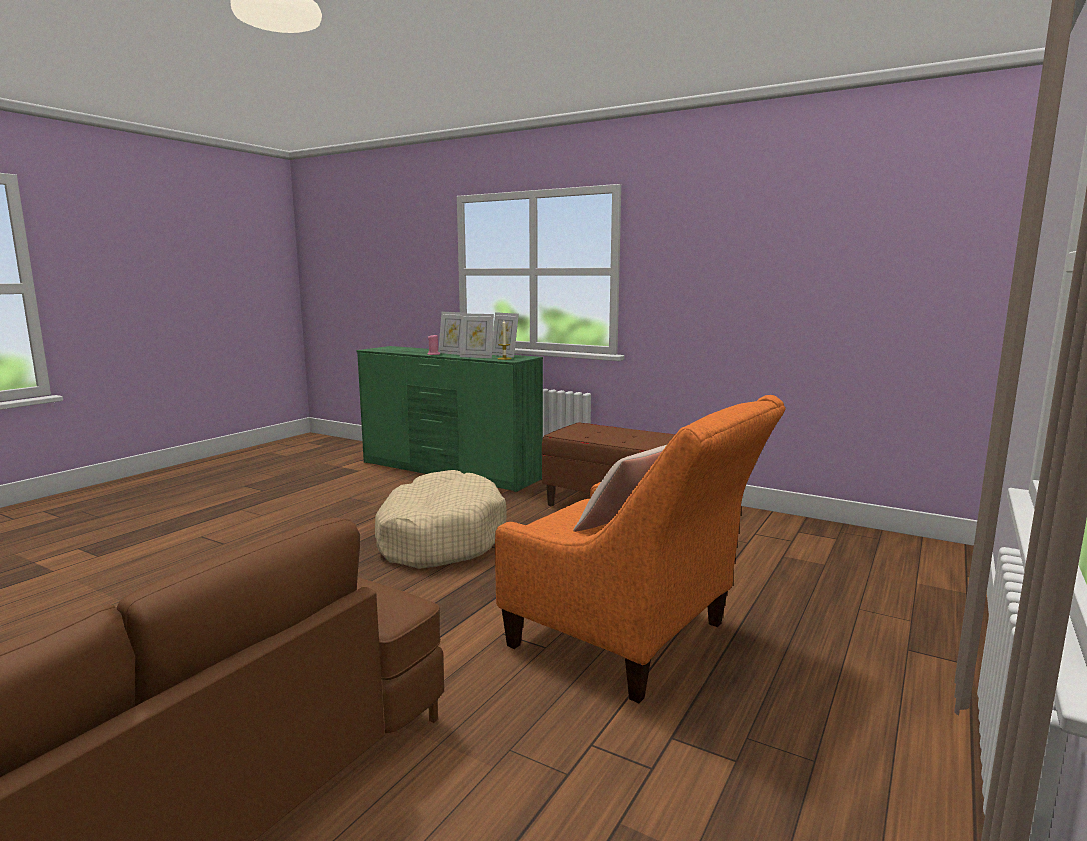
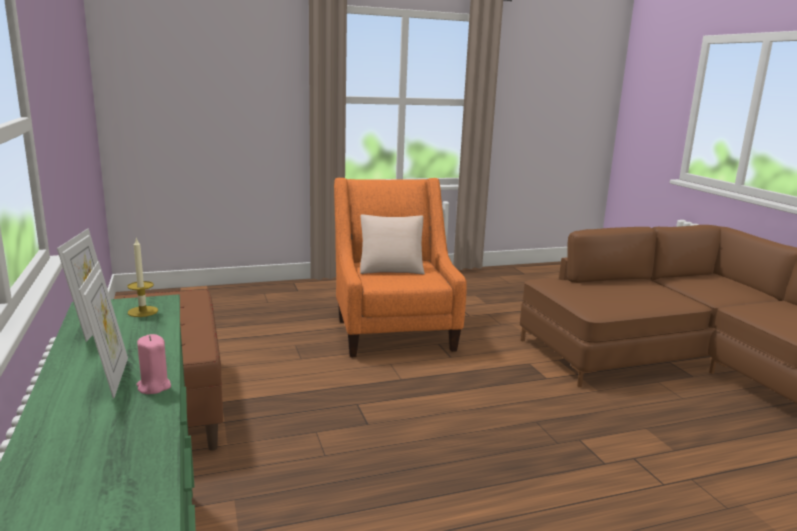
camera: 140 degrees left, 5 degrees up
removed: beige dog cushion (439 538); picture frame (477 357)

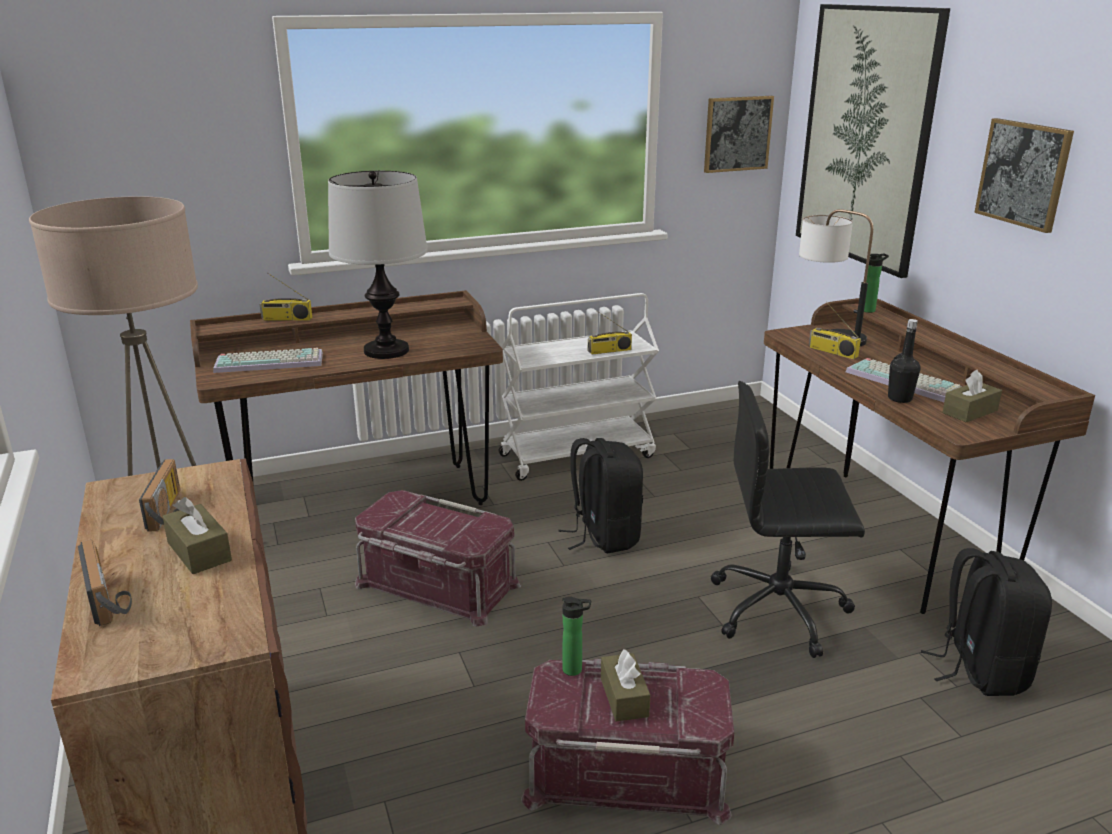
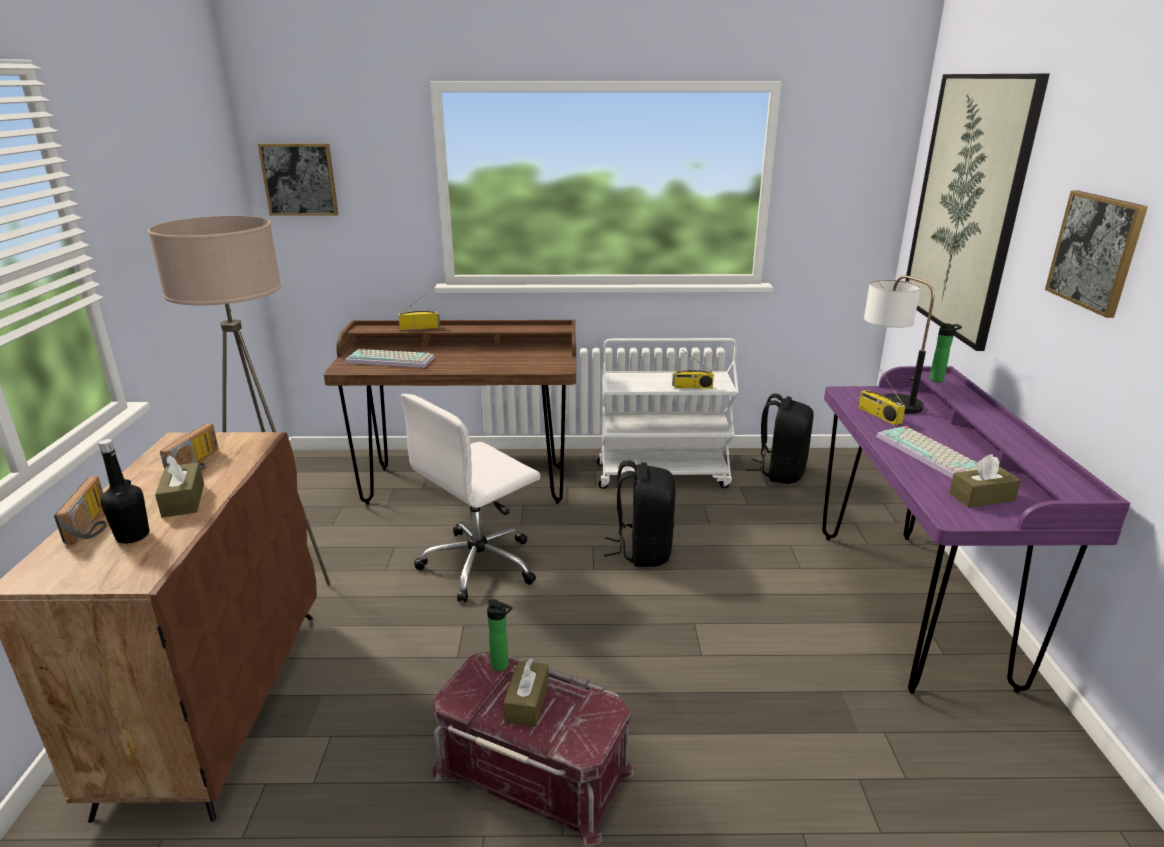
camera: 20 degrees right, 0 degrees up
removed: tabletop lamp (387 350); blackish computer chair (780 609)
moved: picture (737 134) to (299 179); blackish drink bottle (899 398) to (133 536); blackish knapsack (979 669) to (780 472)
replaced: red storage bin (436 585) to white computer chair (480 564)
recoloured: brownish desk (880 536) to purple desk (910 604)
turned: radio (286 319) = (420 327) 150 degrees clockwise

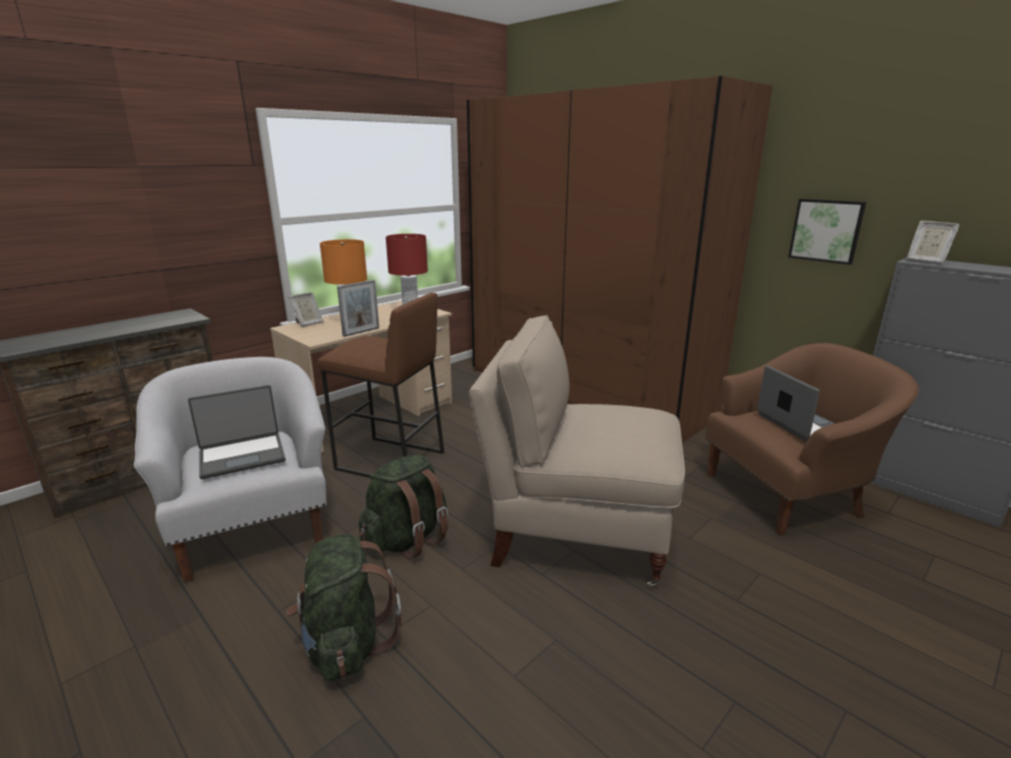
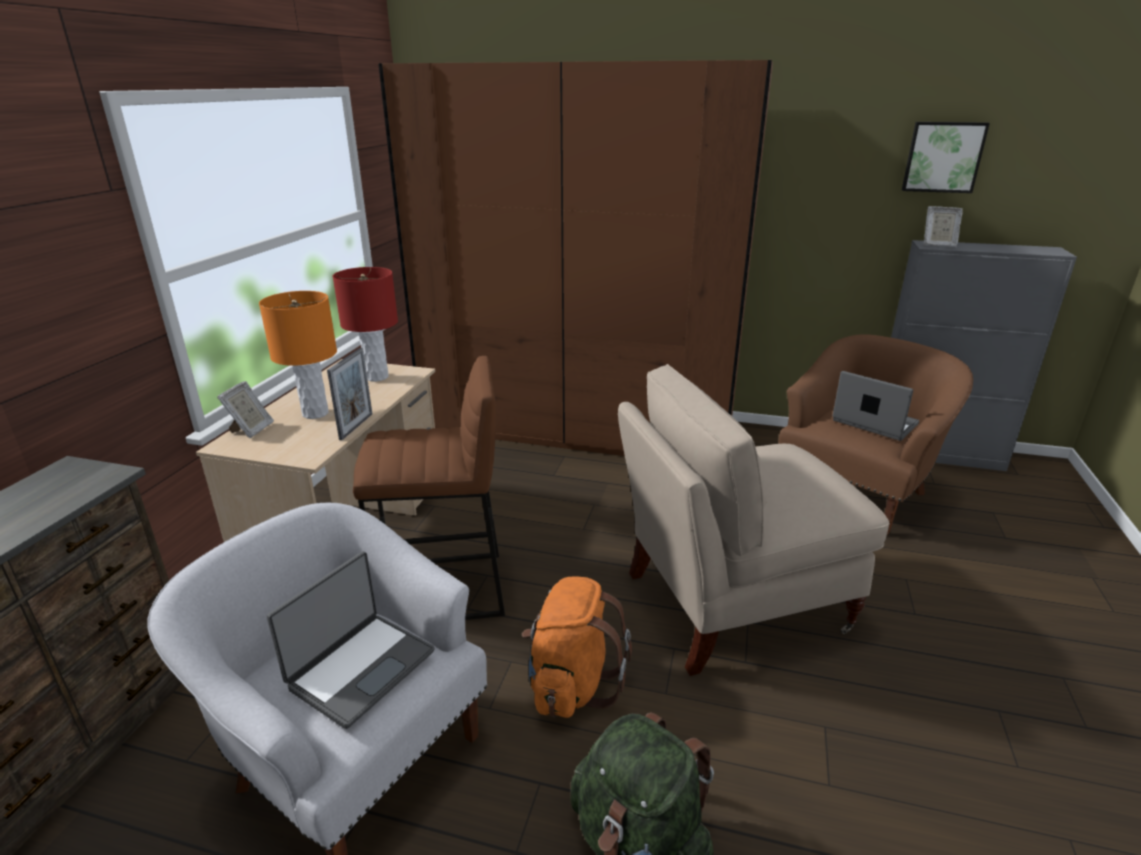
camera: 30 degrees left, 5 degrees up
moved: picture (826 230) to (943 157)
recoloured: greenish knapsack (407 539) to orange-coloured knapsack (571 684)

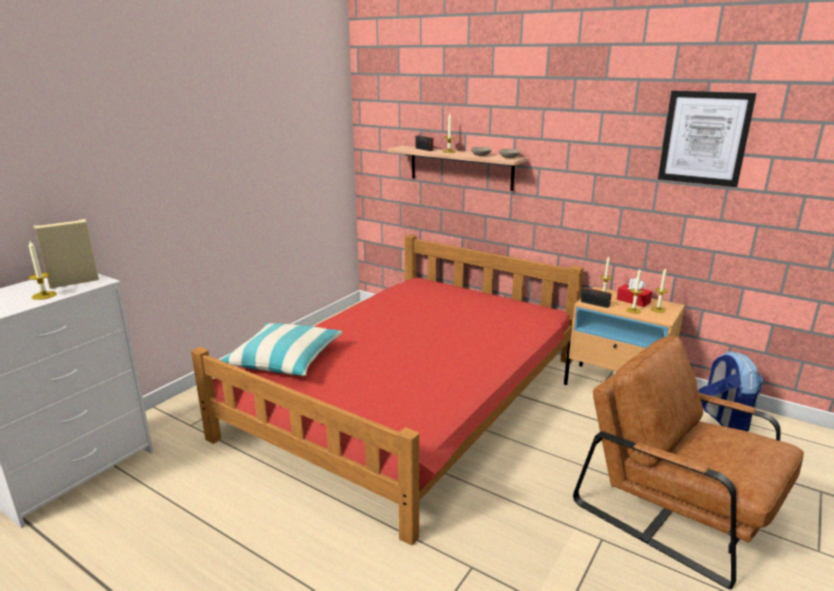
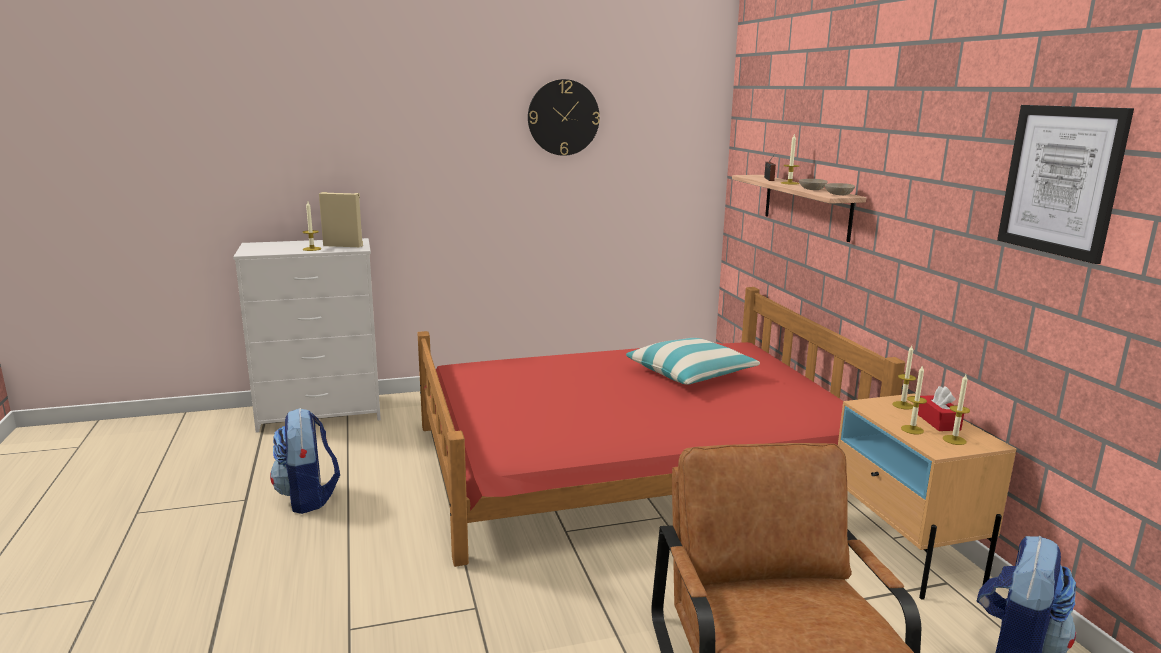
camera: 40 degrees right, 5 degrees down
removed: radio (596 304)
added: knapsack (308 497); hanging clock (563 117)
moved: pillow (285 360) to (690 374)

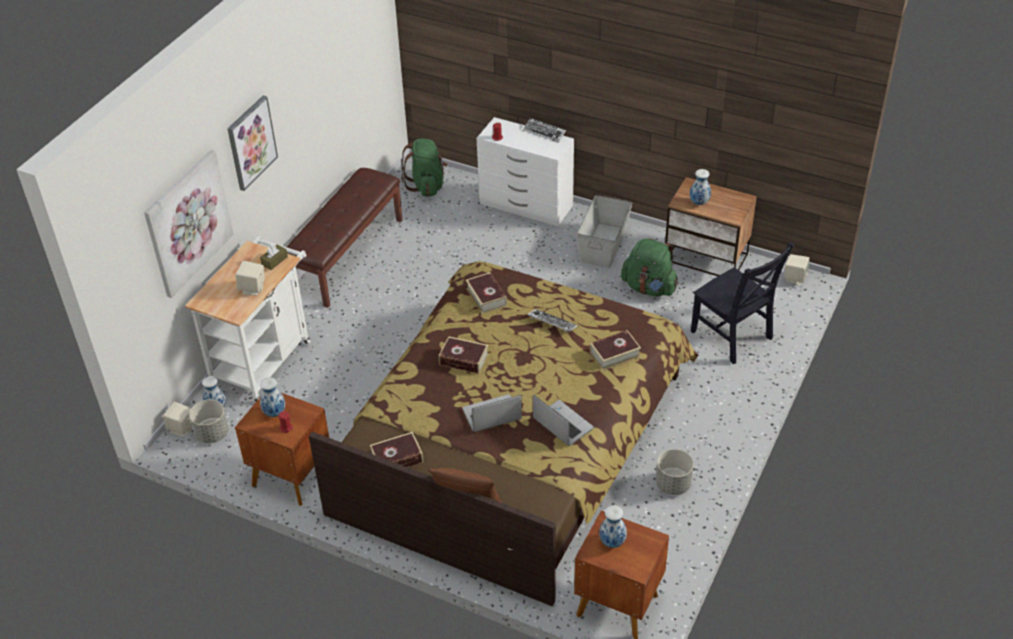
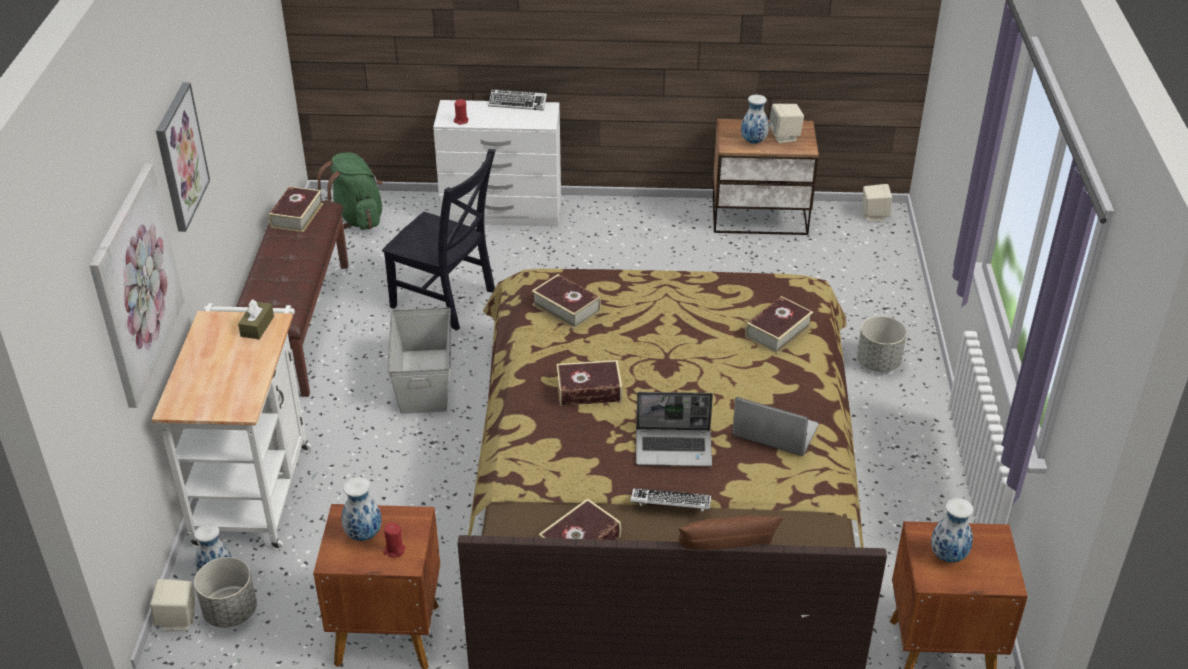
camera: 25 degrees left, 5 degrees down
removed: greenish knapsack (649 288)
added: bound book (297 215)
moved: beige speaker (253 289) to (784 136); PC keyboard (552 323) to (670 503); greyish storage bin (604 245) to (424 380); greyish flower pot (673 484) to (878 363); blackish upright chair (733 337) to (446 300)
turned: notebook computer (491 415) = (674 448) 135 degrees counterclockwise

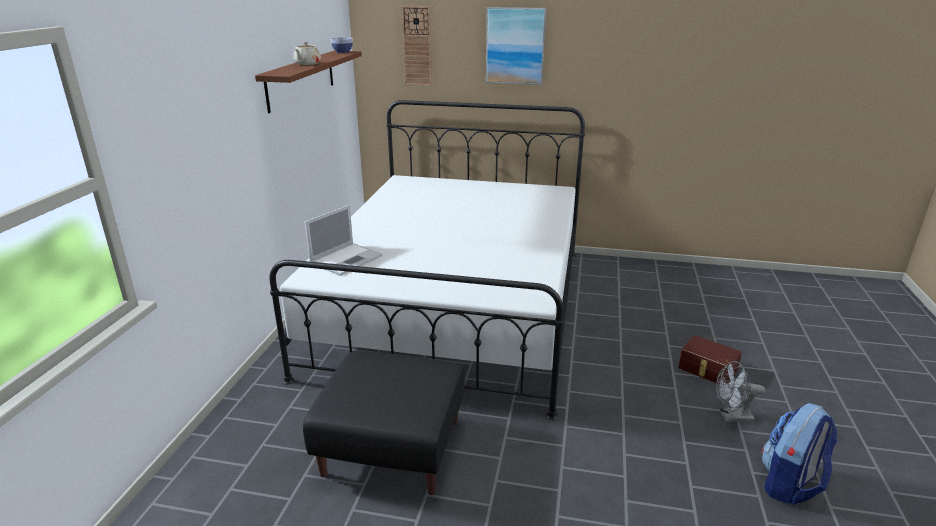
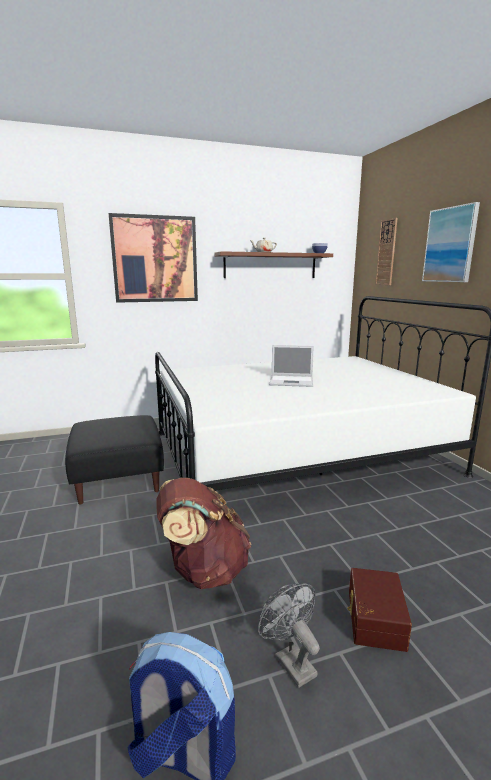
camera: 60 degrees right, 10 degrees down
added: picture (155 259); brownish knapsack (203 570)
moved: notebook computer (347 259) to (292 381)

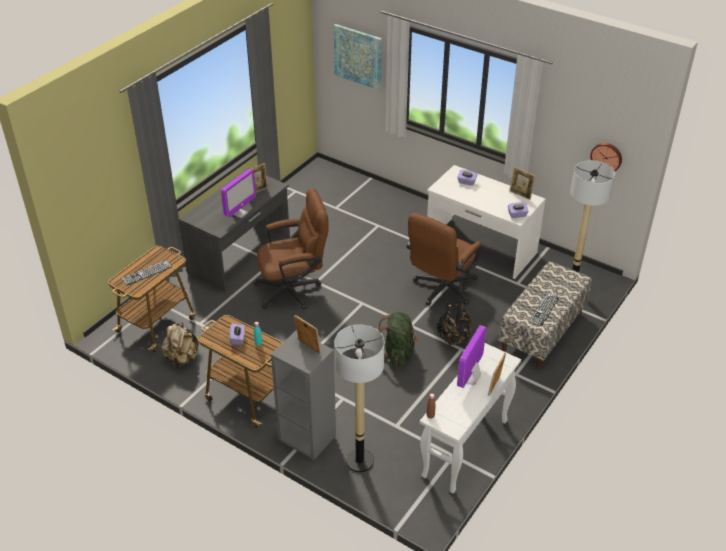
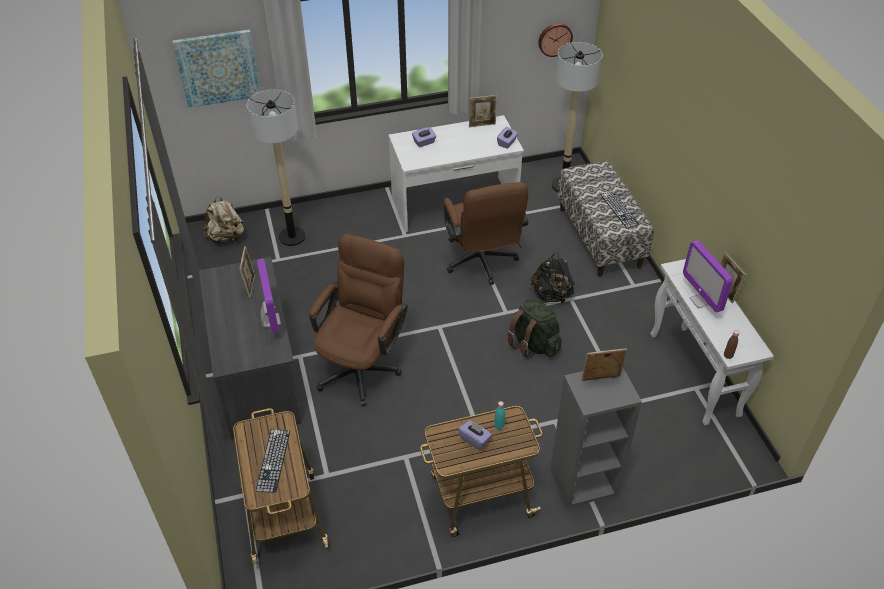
camera: 50 degrees left, 5 degrees up
moved: beige knapsack (182 358) to (226 237); standing lamp (359 461) to (292 237)

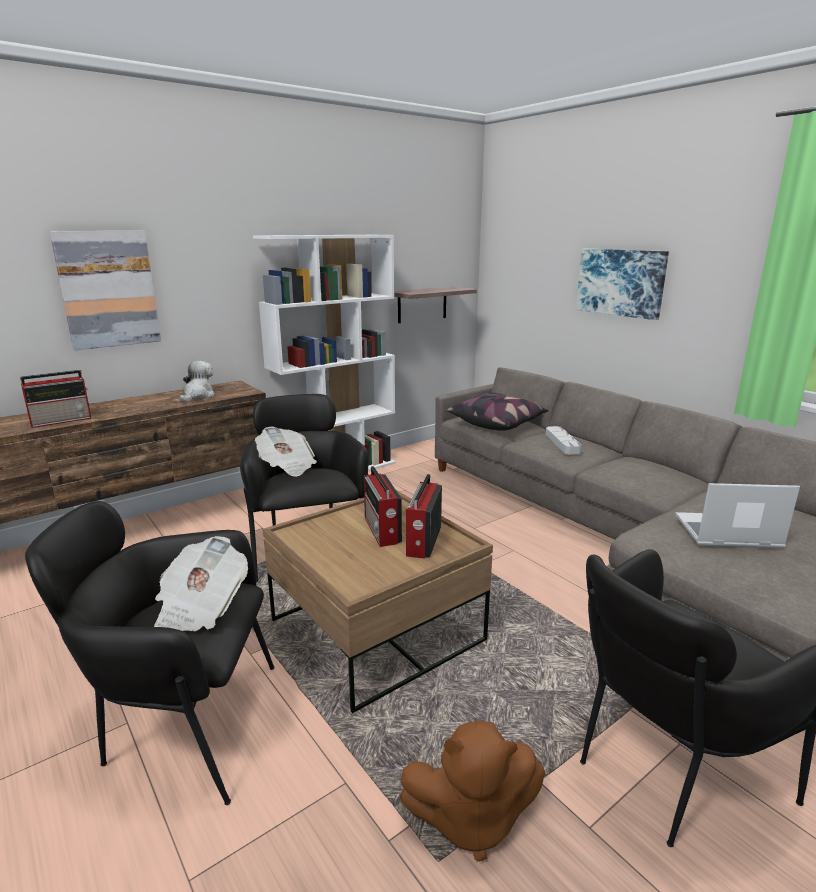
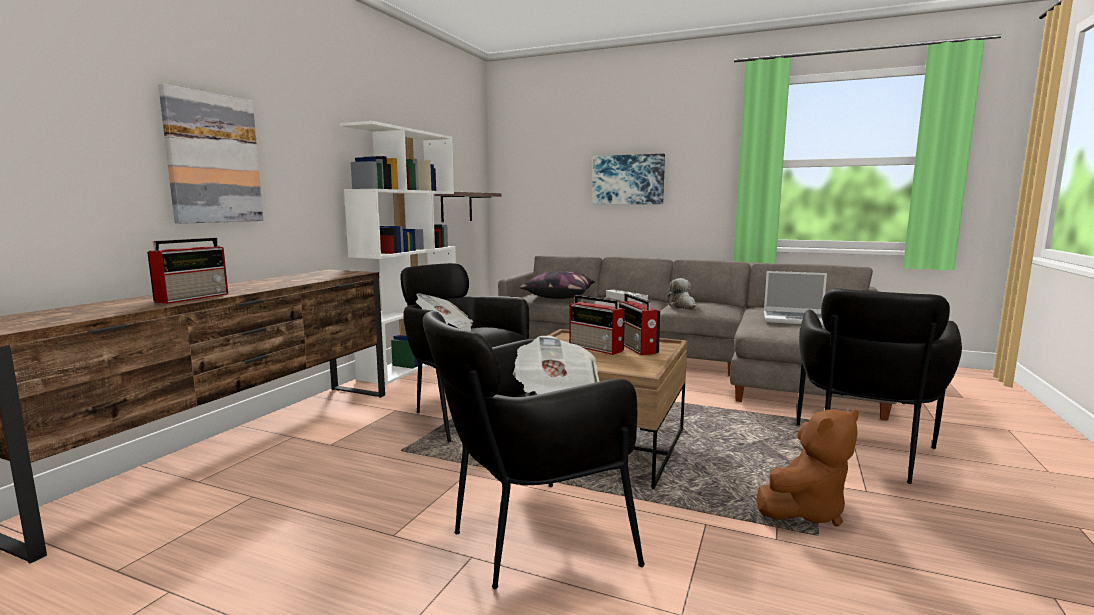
camera: 30 degrees left, 10 degrees down
moved: plush toy (198 396) to (683 307)
turned: notebook computer (726 533) = (795 319) 135 degrees counterclockwise

